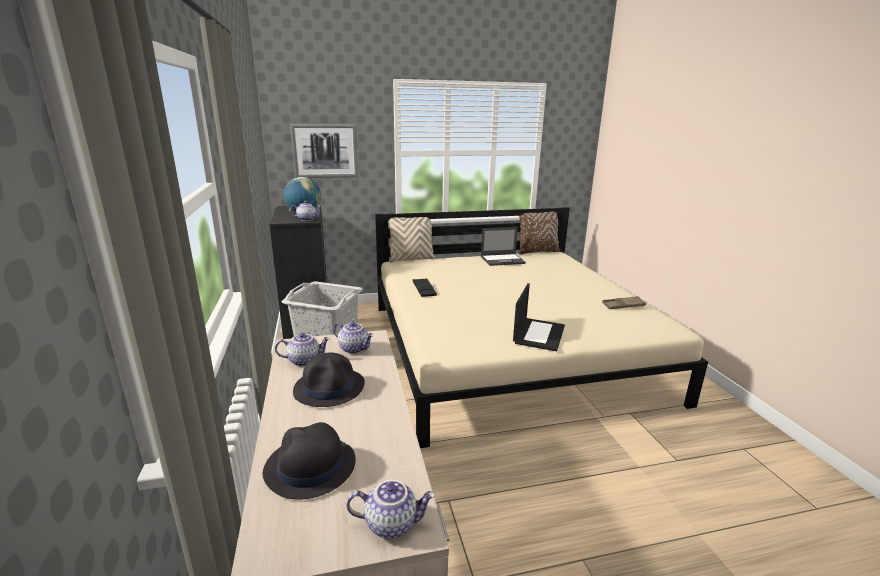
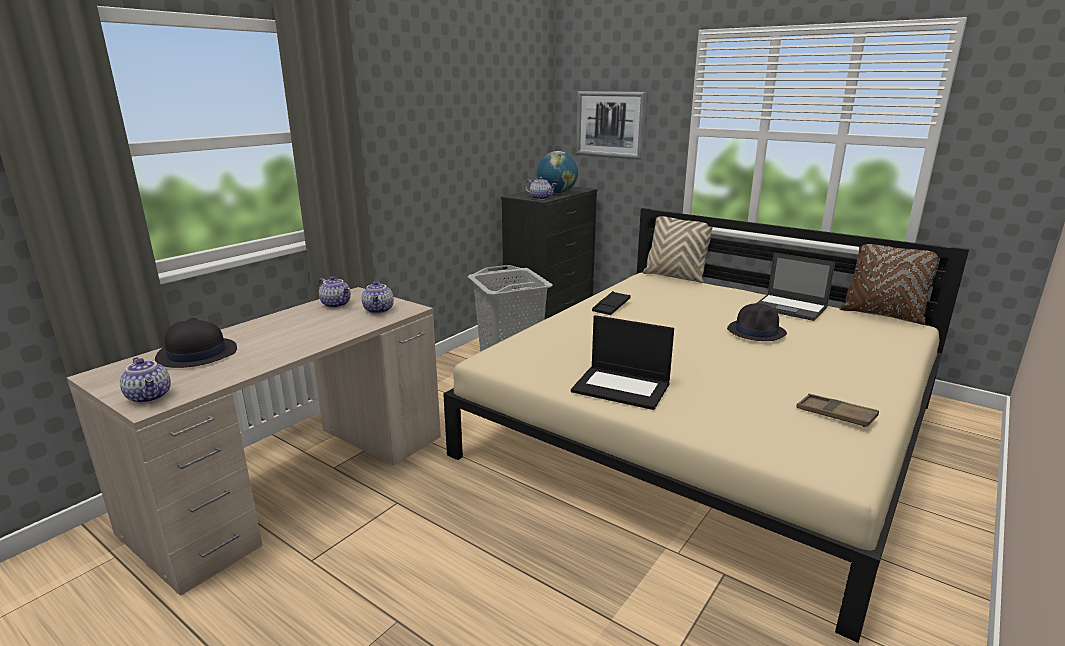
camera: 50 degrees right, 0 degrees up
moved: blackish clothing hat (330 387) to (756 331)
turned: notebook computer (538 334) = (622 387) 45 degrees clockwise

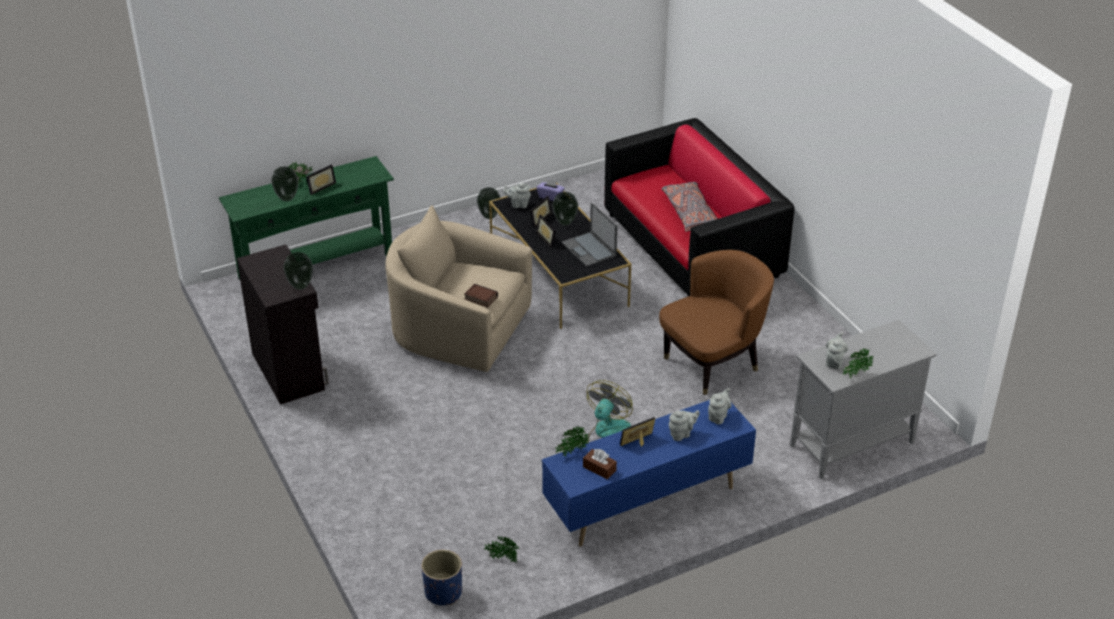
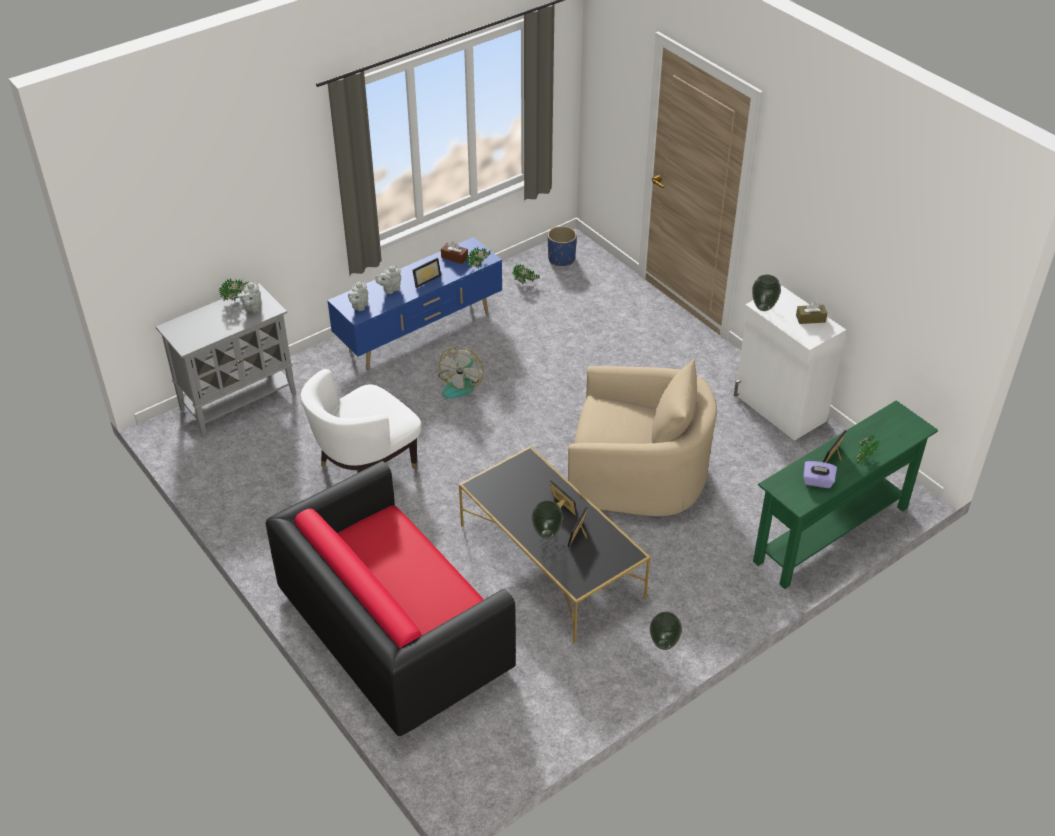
camera: 170 degrees right, 5 degrees up
removed: flower vase (287 198); bound book (480 298); greyish tea pot (518 204); notebook computer (589 249); greyish pillow (690 214)
added: brownish tissue box (810 318)
moved: purple tissue box (550 196) to (817 481)
recoloured: blackish cupboard (289 370) to white cupboard (779 408); brownish easy chair (713 363) to white easy chair (366 467)

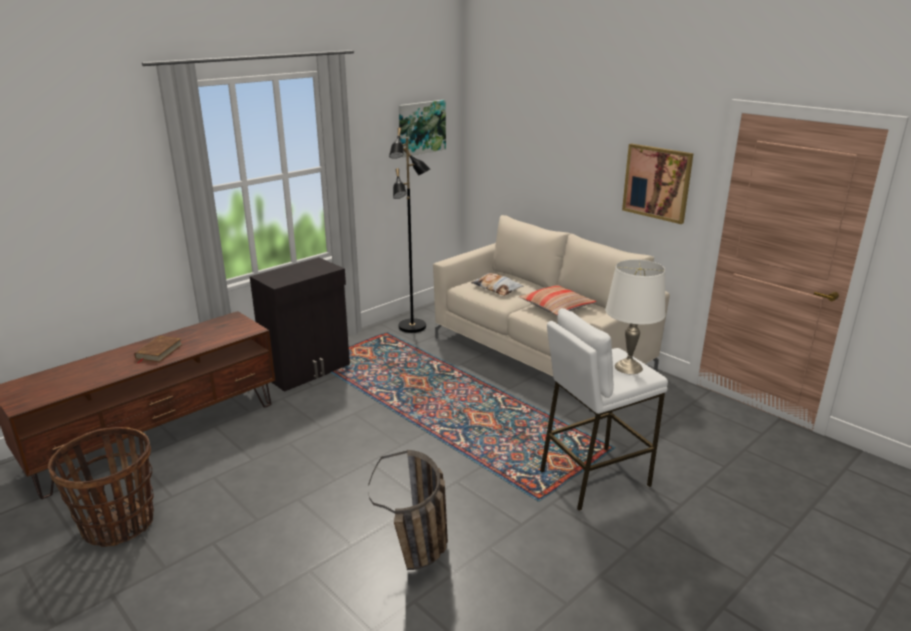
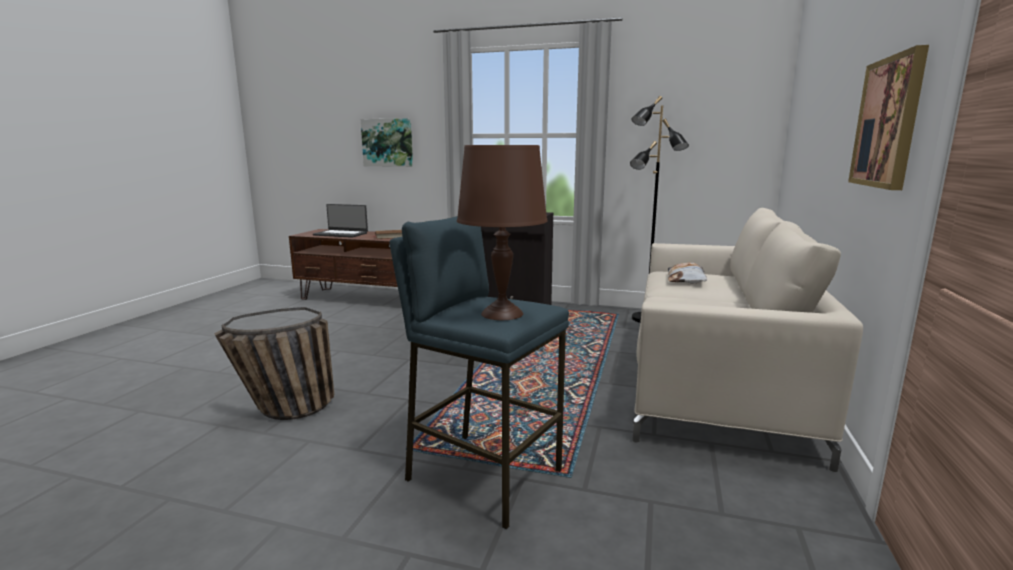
camera: 60 degrees right, 10 degrees down
removed: basket (118 525); pillow (556 307)
added: notebook computer (341 234)
moved: picture (421 127) to (387 142)
recoloured: white stool (593 478) to bluish stool (483 475); white tabletop lamp (628 367) to brownish tabletop lamp (501 313)

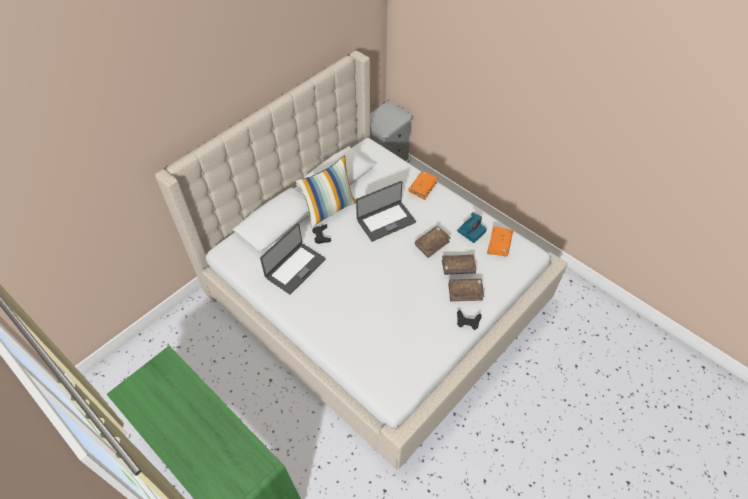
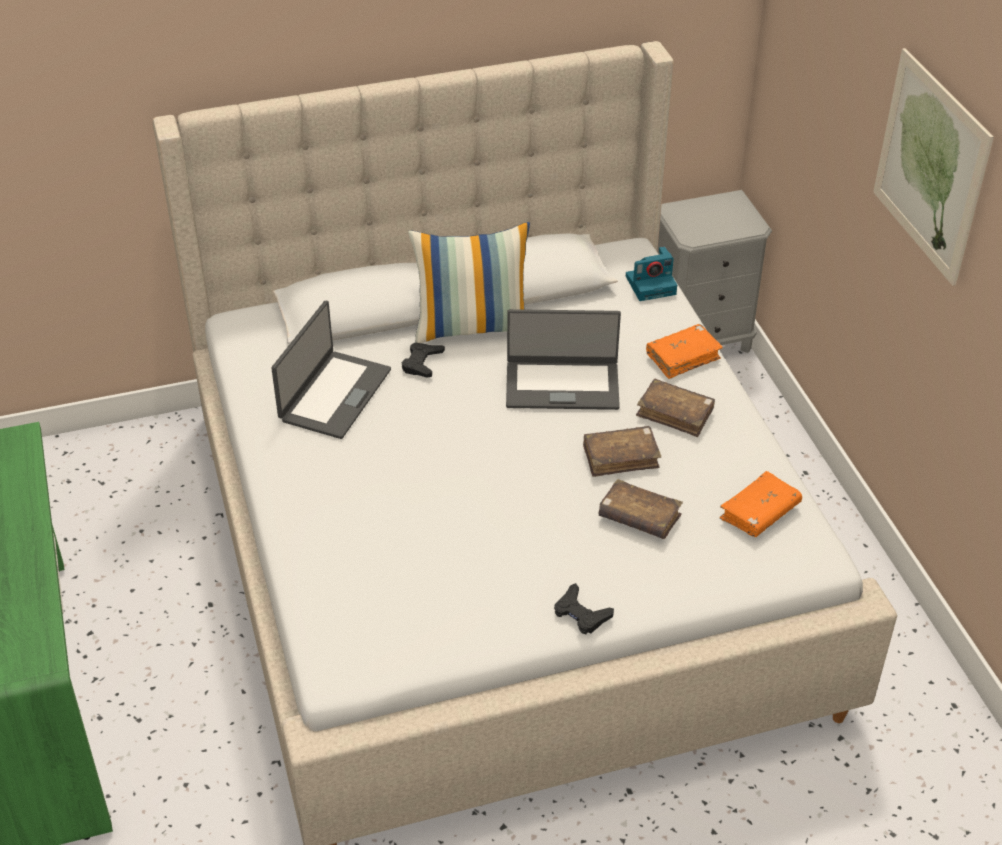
camera: 30 degrees right, 10 degrees down
added: picture (930 166)
moved: brownish bound book (465 292) to (675 414); still camera (471 231) to (651 284)
turned: notebook computer (295 268) = (334 395) 45 degrees counterclockwise

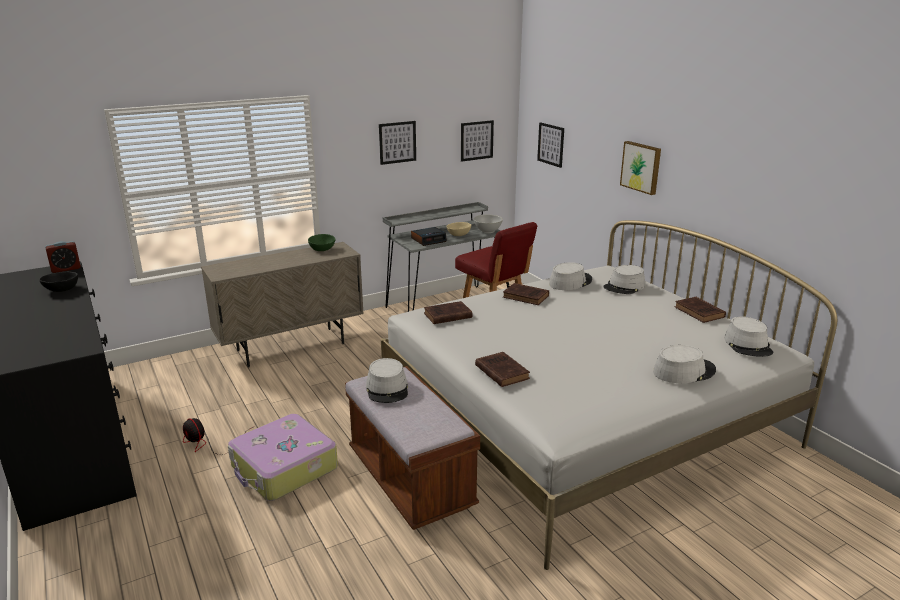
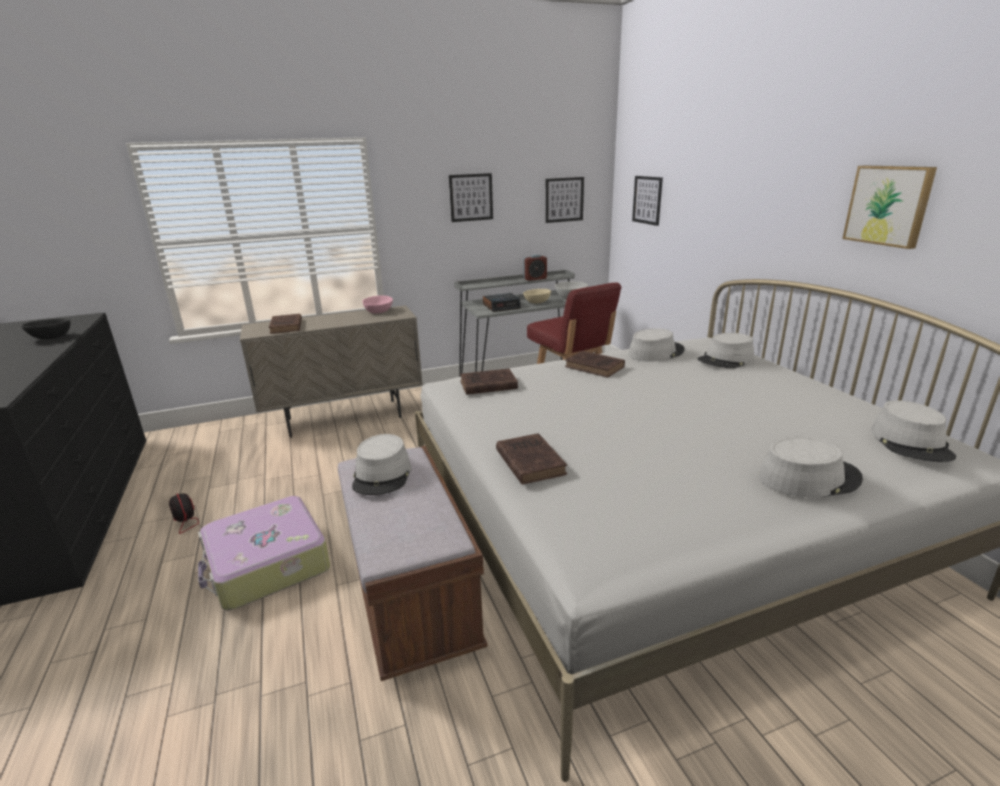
camera: 10 degrees right, 0 degrees up
moved: table clock (66 269) to (535 279); picture (641 167) to (889 205); brownish bound book (700 313) to (286 327)
recoloured: greenish bowl (322 249) to pinkish bowl (378 311)

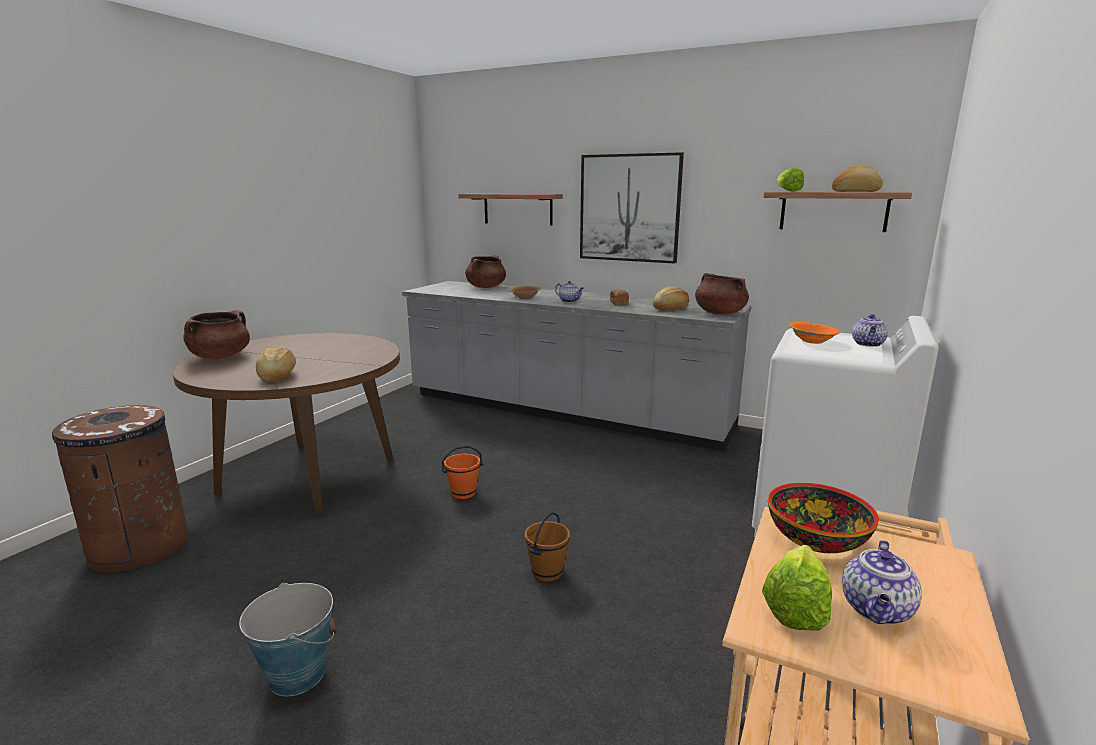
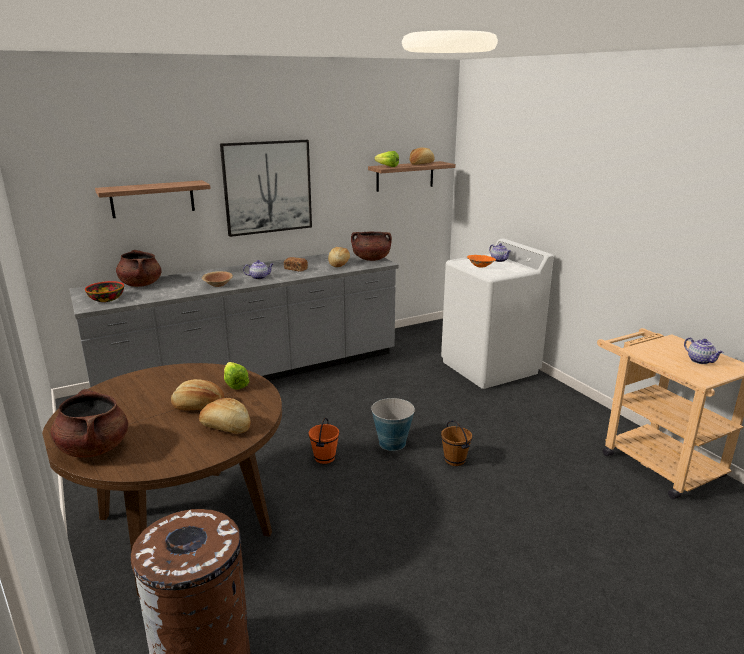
camera: 55 degrees left, 5 degrees up
added: bread (198 406)
moved: water bucket (297 674) to (392 443); head of lettuce (798 604) to (235 383); bowl (817 539) to (107 299)

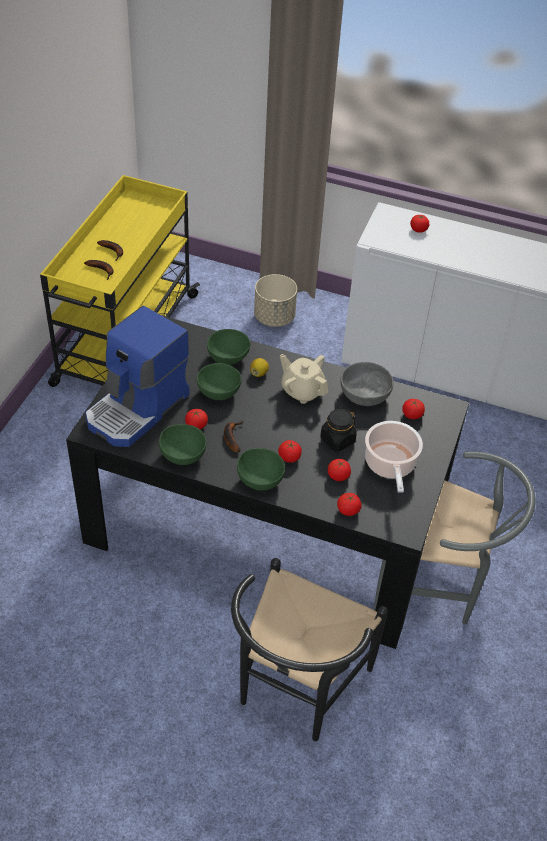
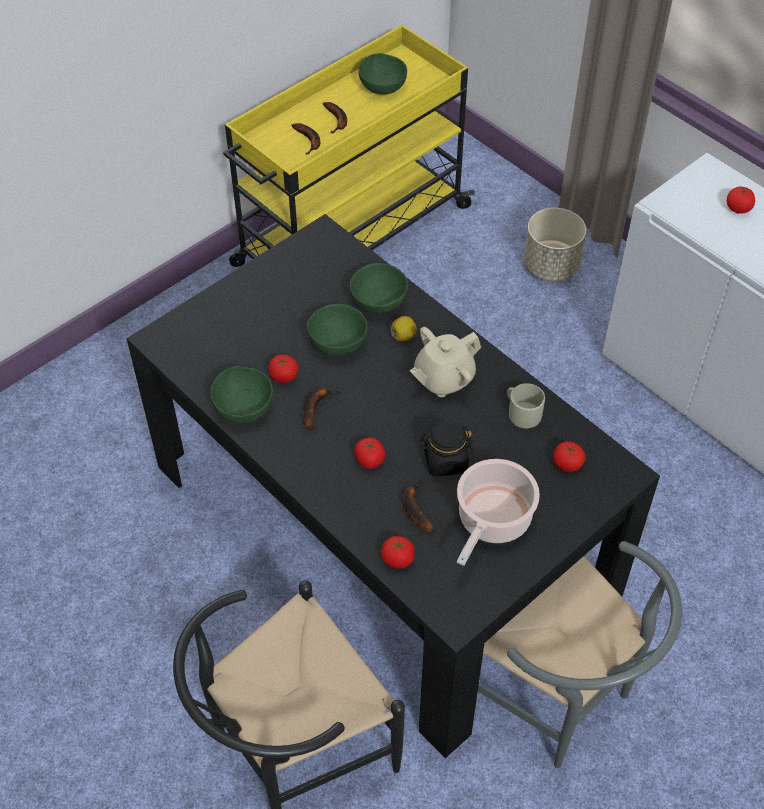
camera: 30 degrees right, 5 degrees up
removed: coffee brewer (138 409)
moved: greenish bowl (260 479) to (383 86)
replaced: whole tomato (338 476) to banana fruit (415 509); greyish bowl (364 394) to beige tea mug (521 412)
turned: beige tea pot (302 391) = (443 379) 105 degrees counterclockwise

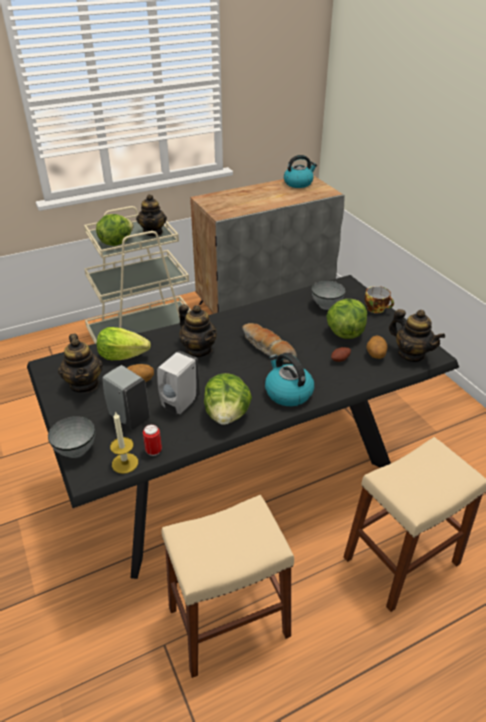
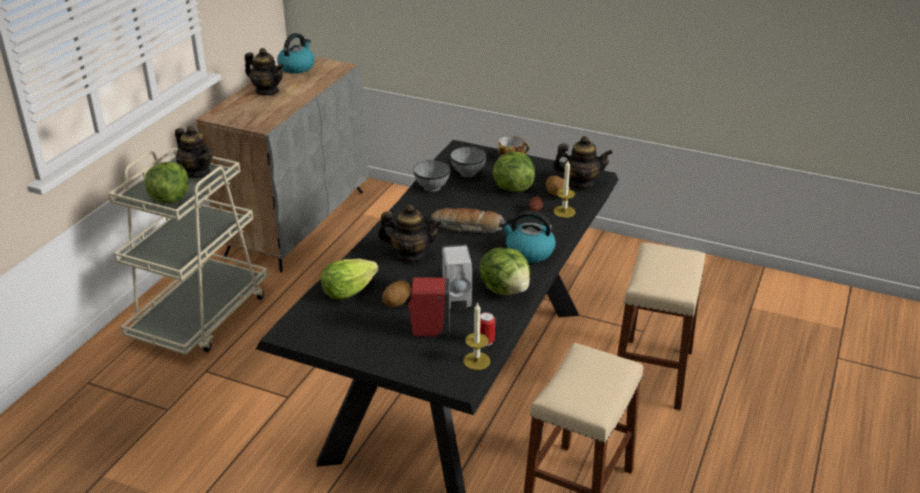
camera: 40 degrees left, 5 degrees down
added: wax candle (564 212)
moved: greyish bowl (76 450) to (431 187); tea pot (84 384) to (267 91)
recoloured: greyish soap dispenser (128 417) to red soap dispenser (429 331)

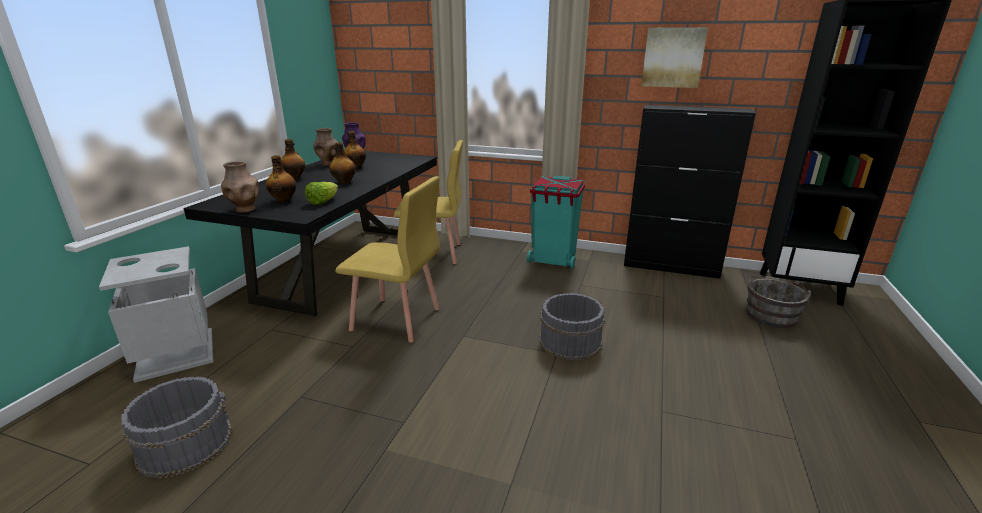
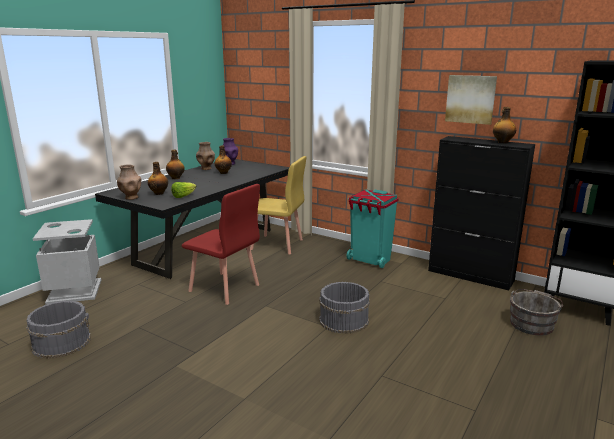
camera: 15 degrees right, 5 degrees down
moved: drink bottle (344 182) to (502 142)
recoloured: yellow upright chair (396 319) to red upright chair (224 288)

